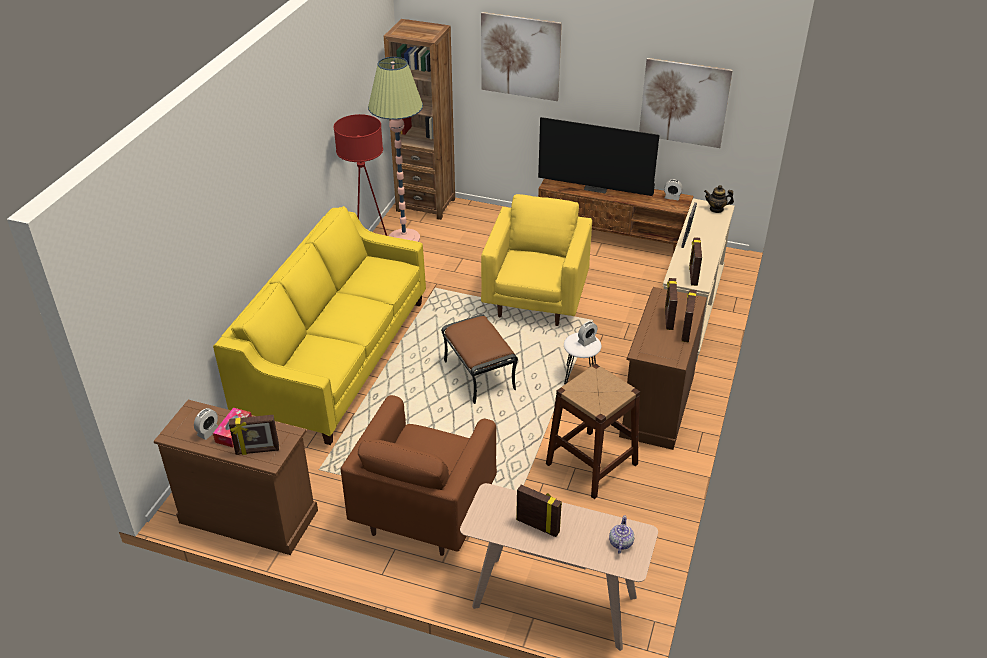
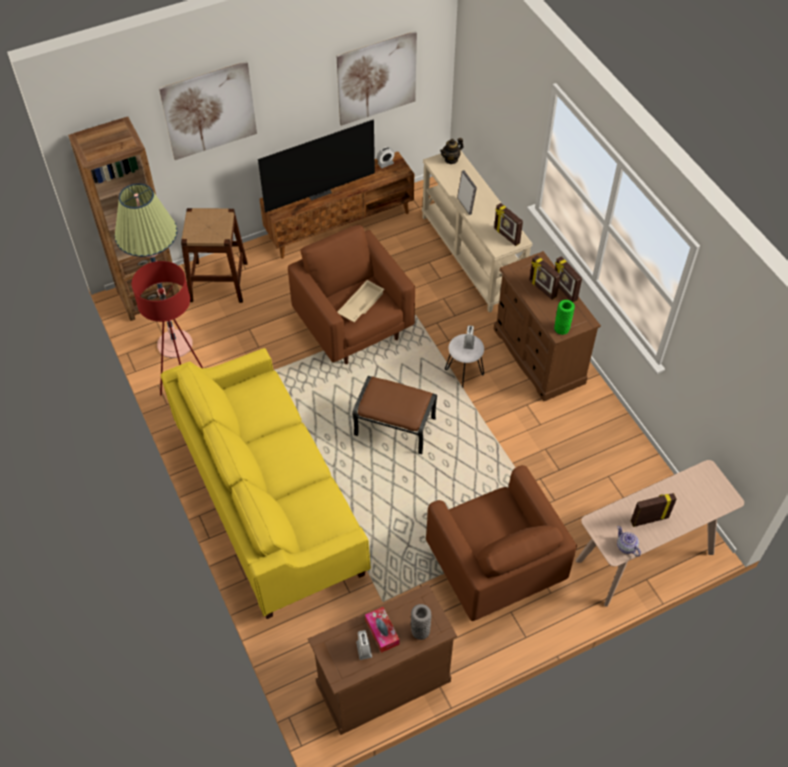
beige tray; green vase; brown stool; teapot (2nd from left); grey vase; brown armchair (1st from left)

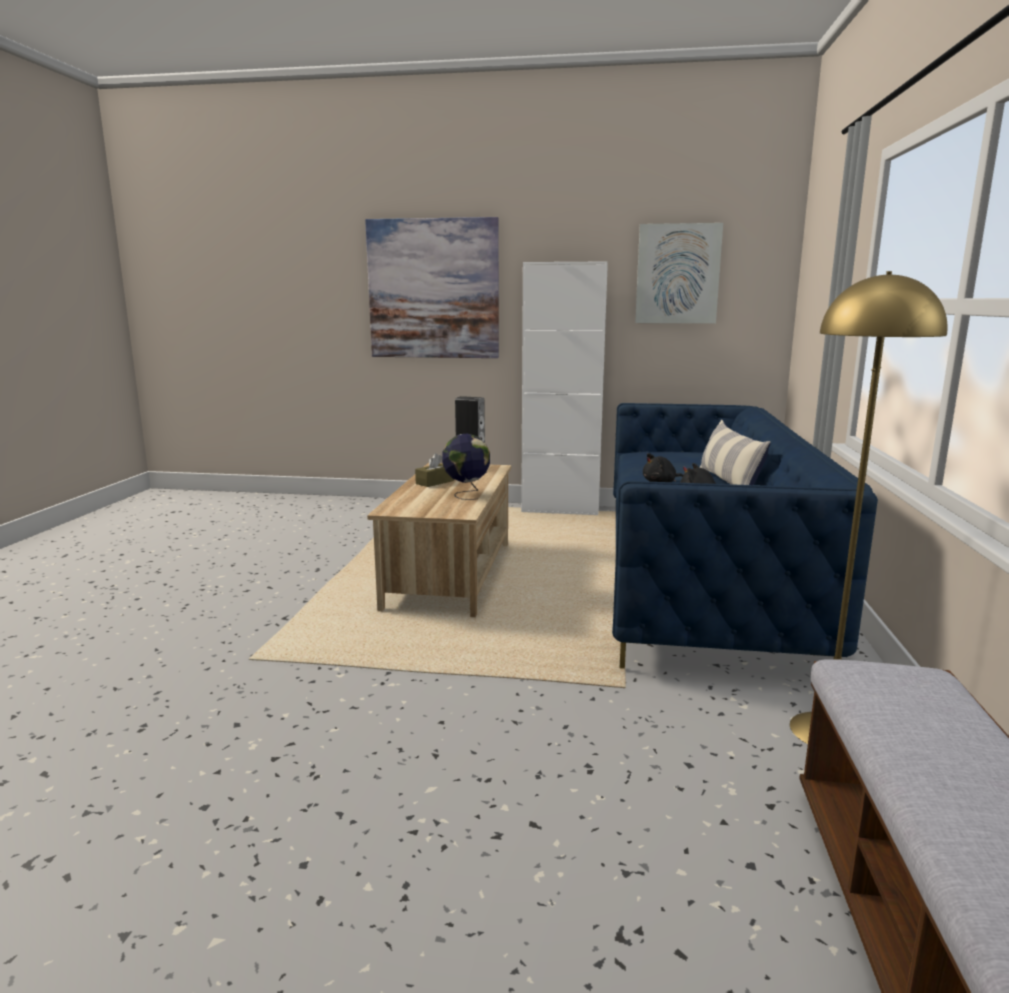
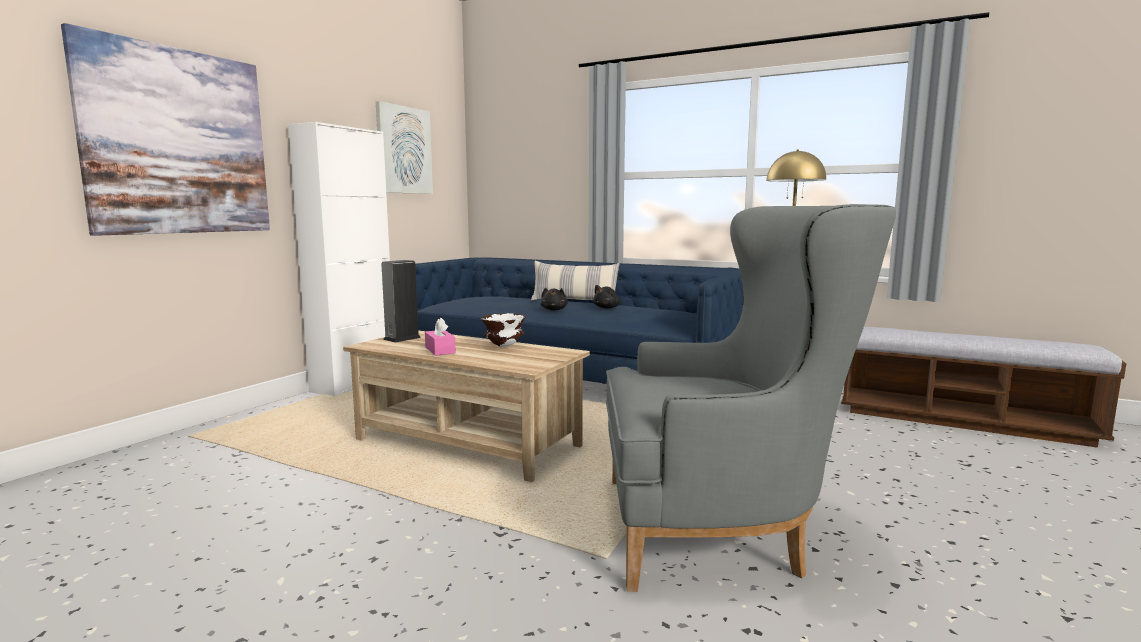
grey armchair; white bowl; pink tissue box

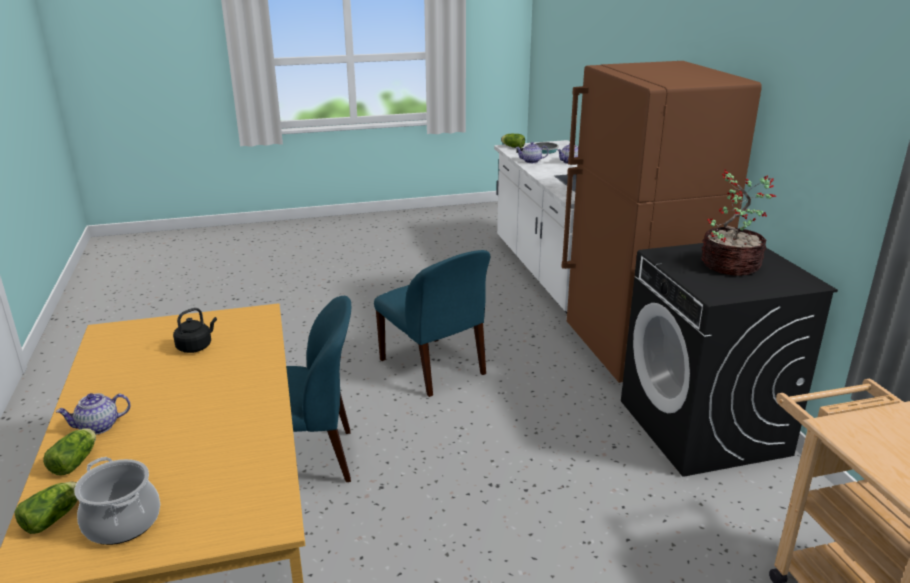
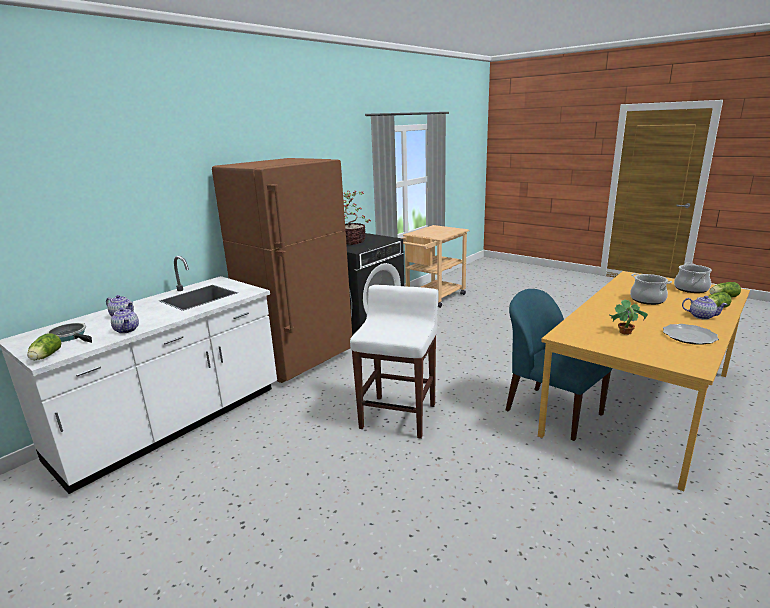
cooking pot (1st from left); plate; potted plant (2nd from left); white stool

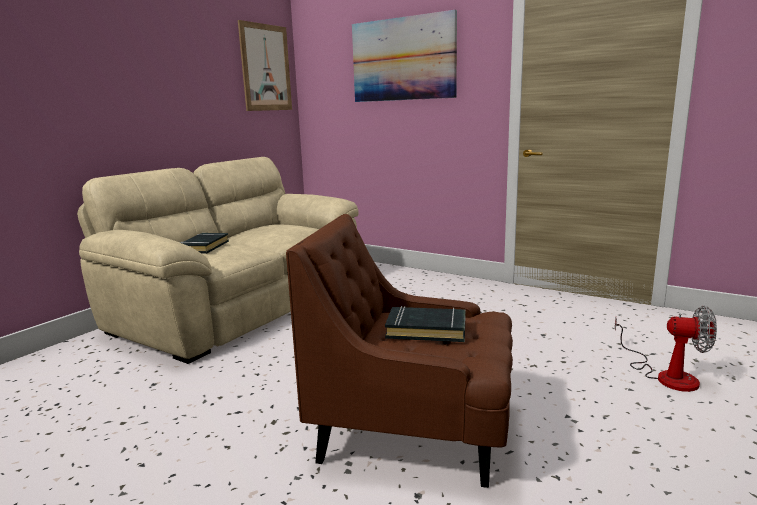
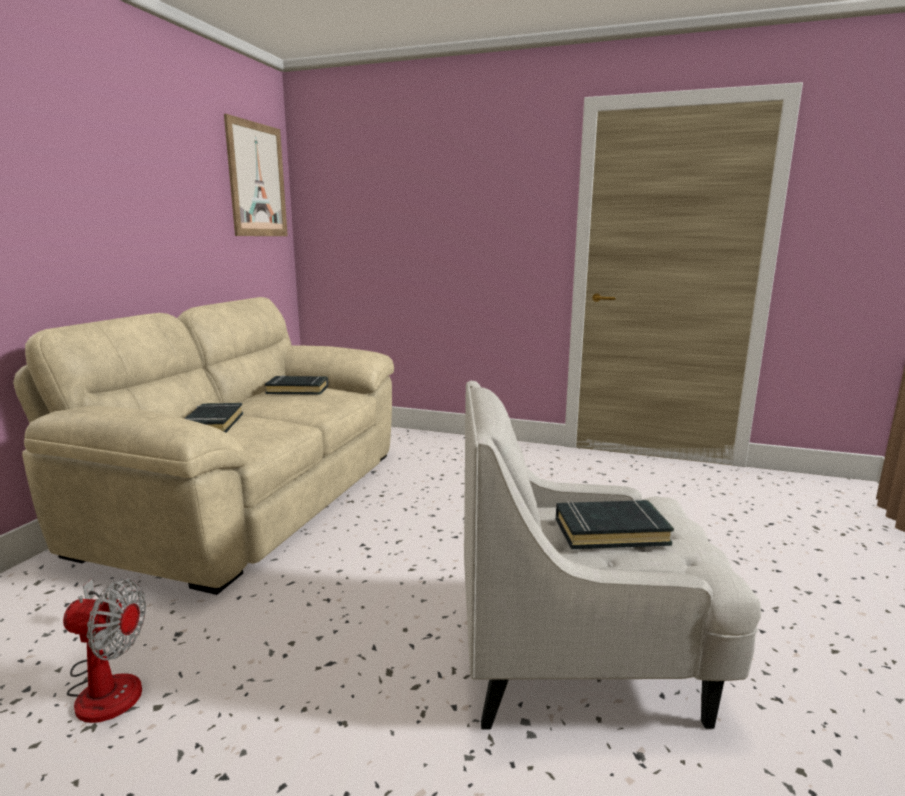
picture (2nd from left in the first image); black book (2nd from left); fan; white armchair

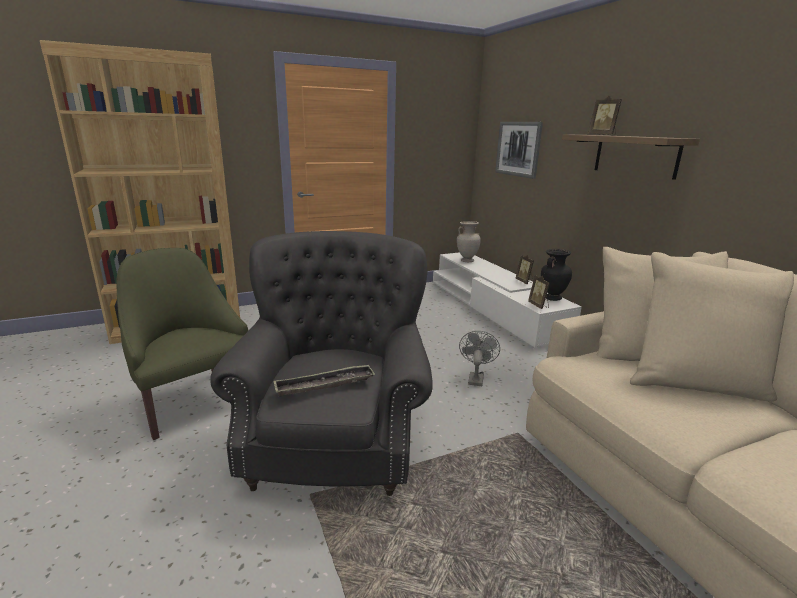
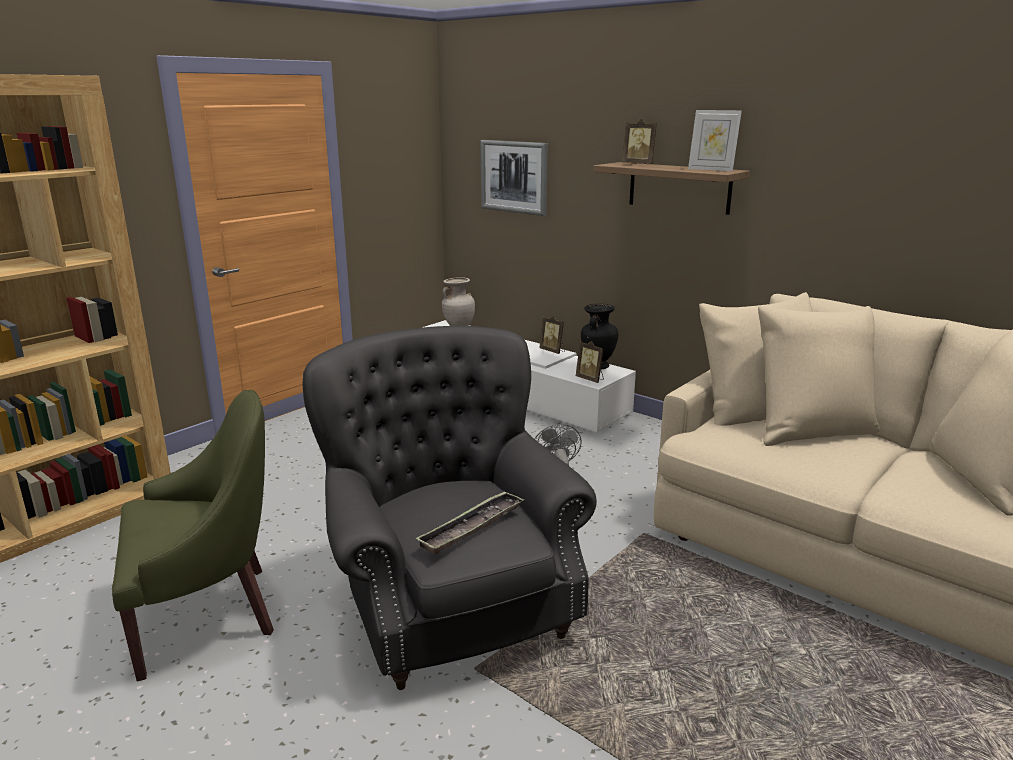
picture frame (4th from left); green armchair

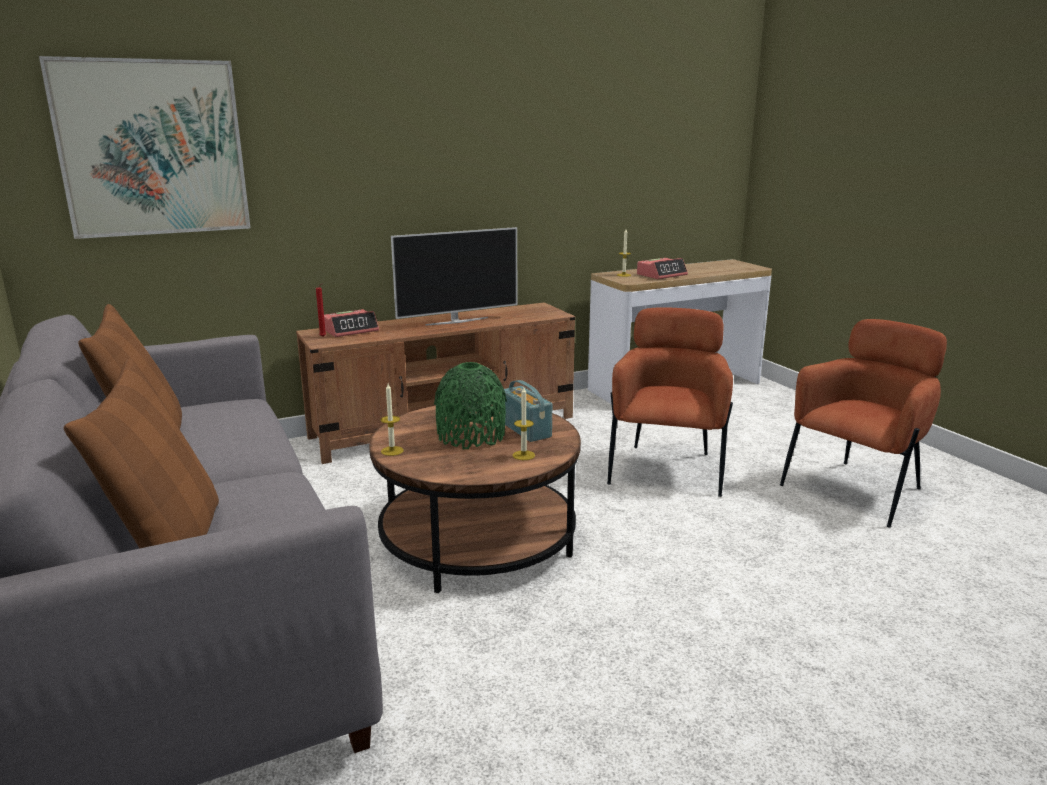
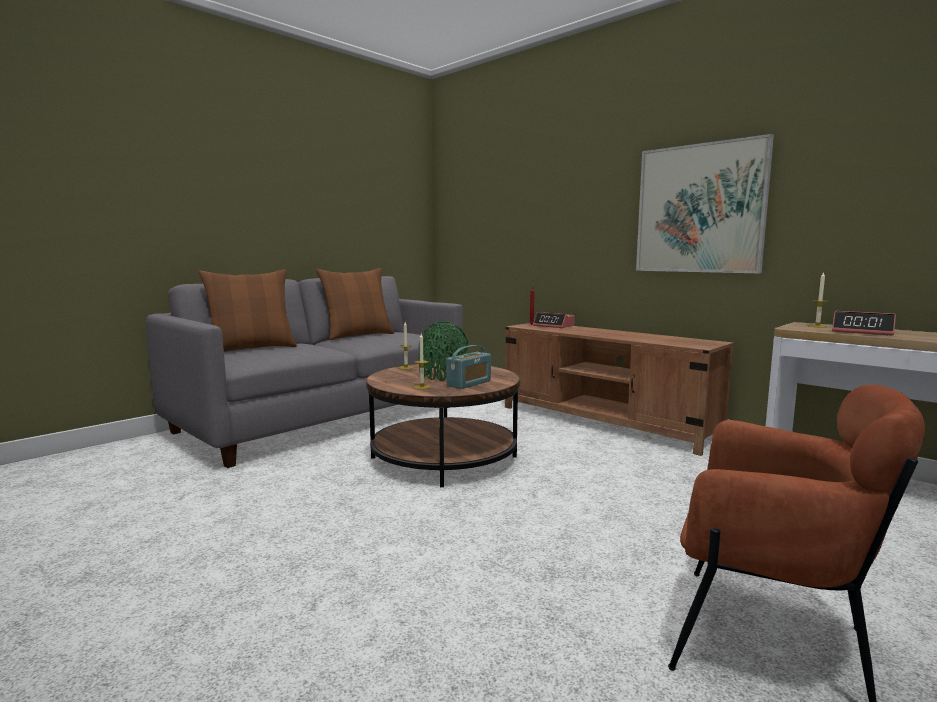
television; brown armchair (1st from left in the first image); picture

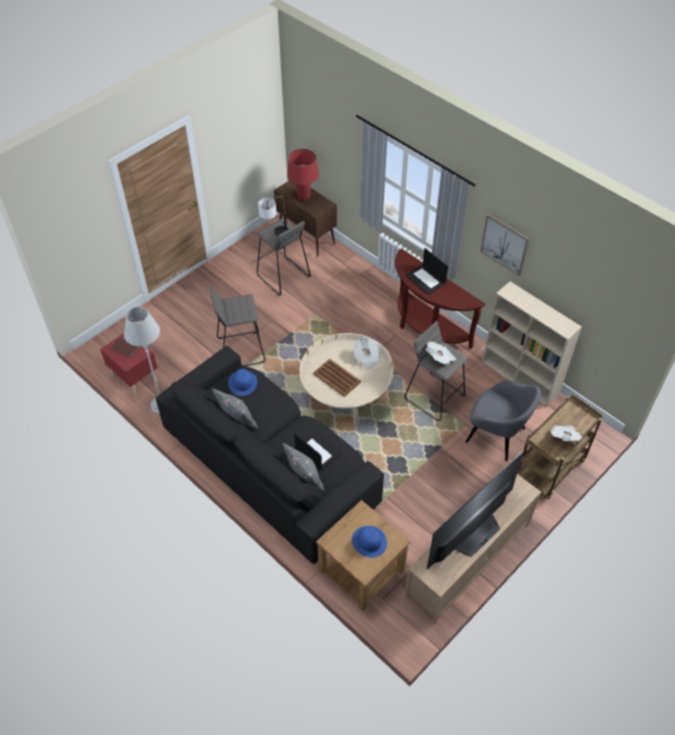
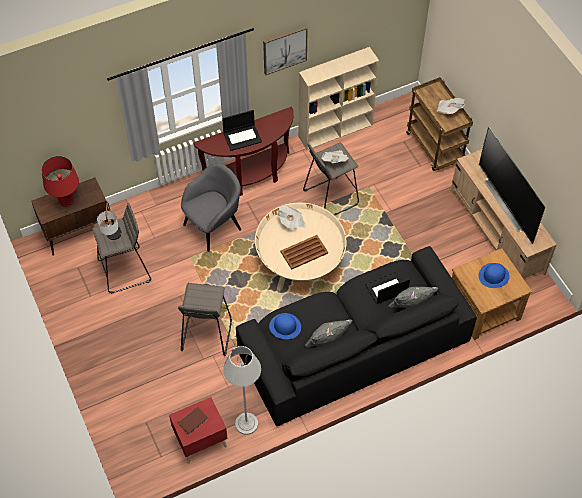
grey armchair

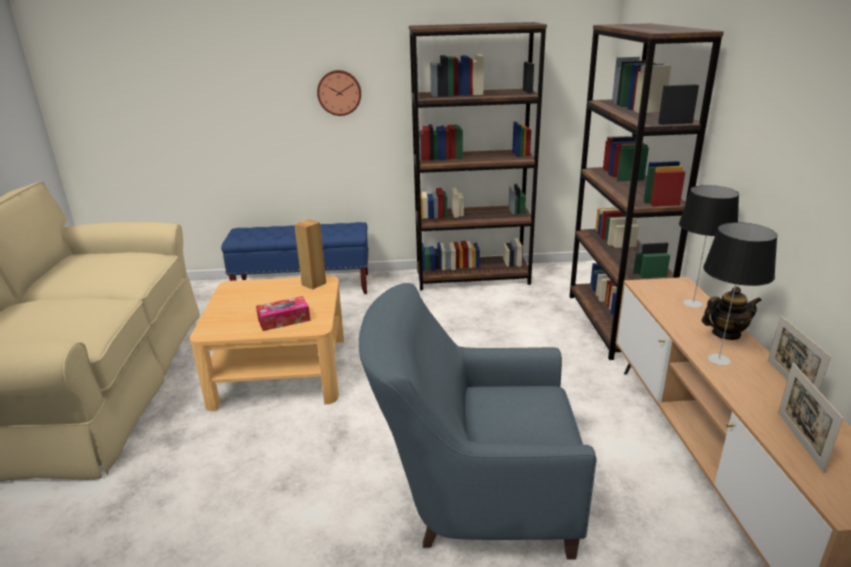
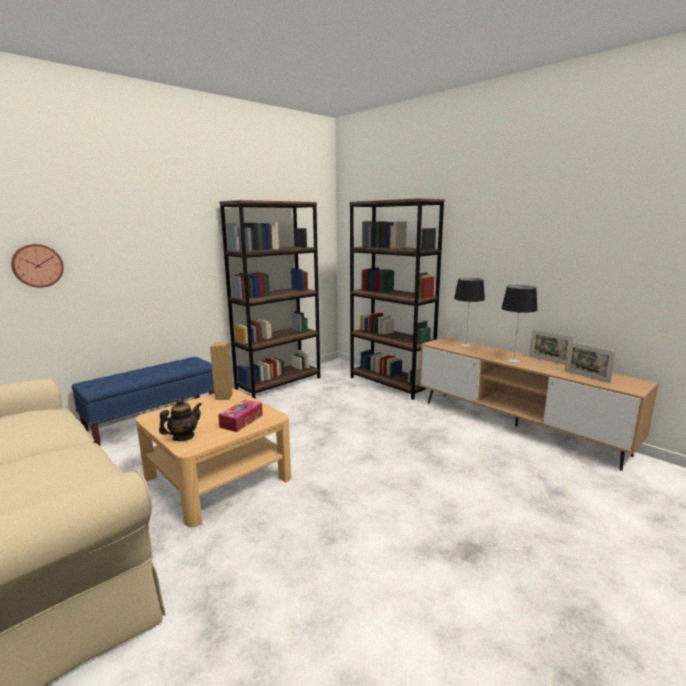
blue armchair; wall clock; teapot

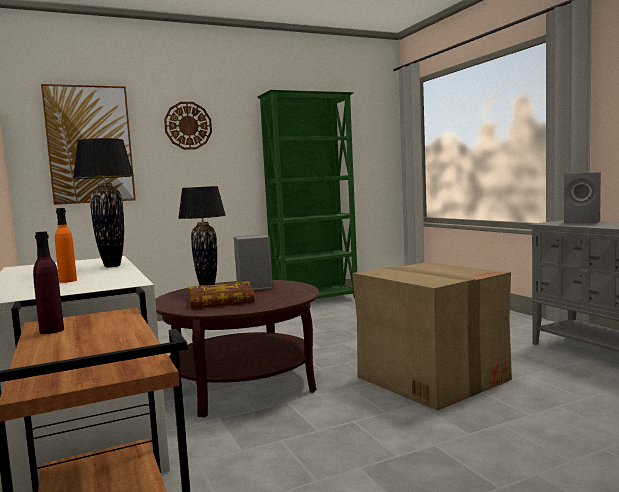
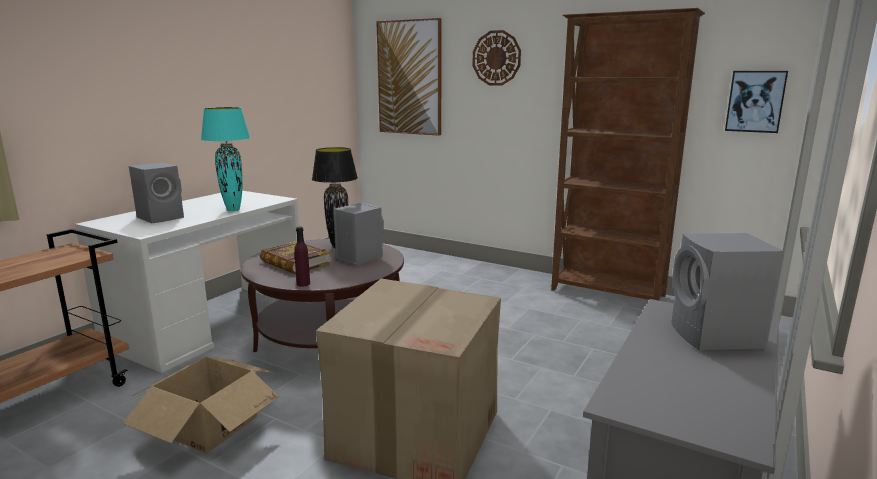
cardboard box (1st from left); picture (2nd from left); purple bottle; grey speaker (1st from left); turquoise table lamp; brown bookcase

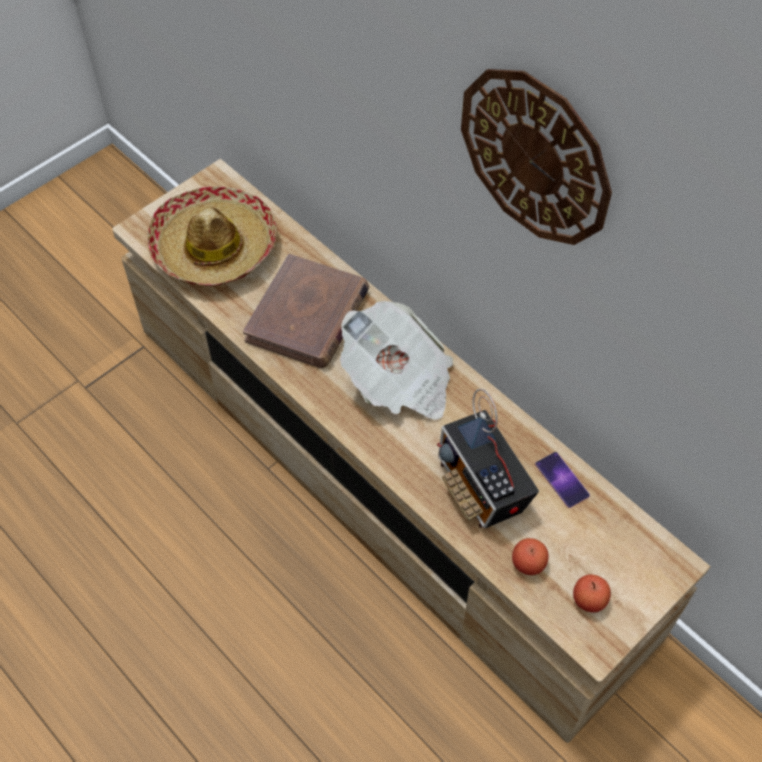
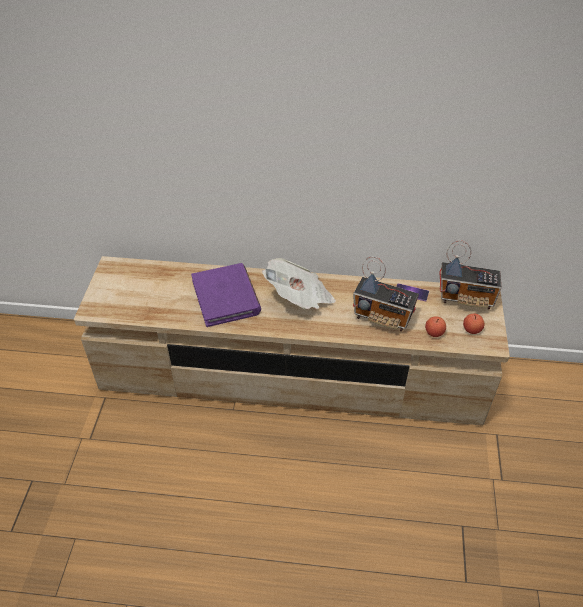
hat; wall clock; radio (2nd from left); purple book

